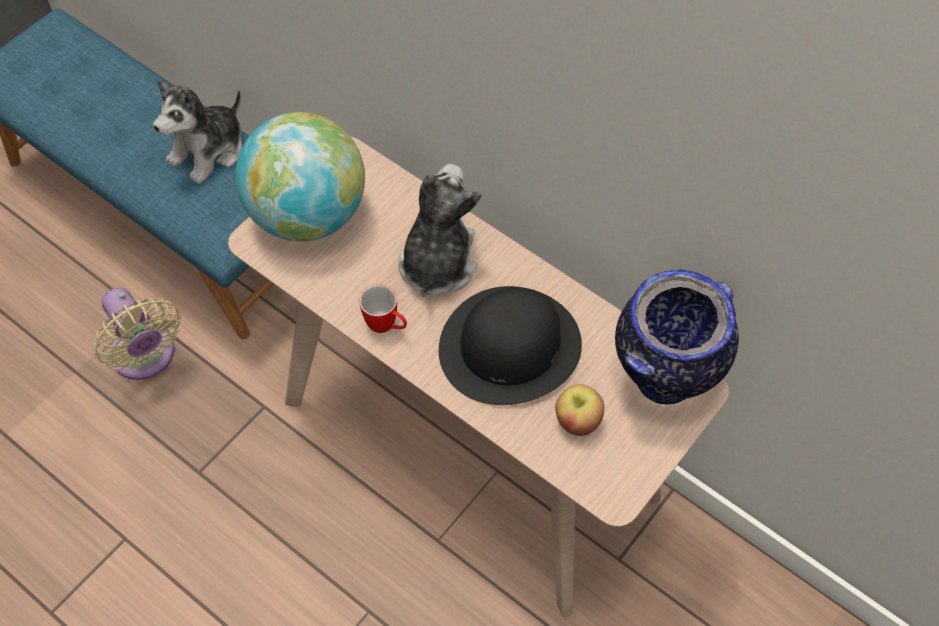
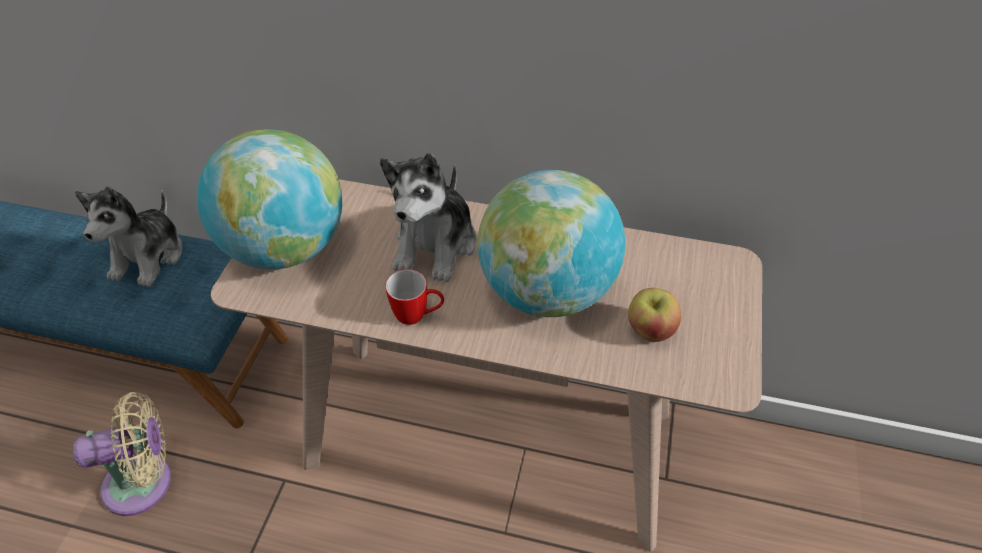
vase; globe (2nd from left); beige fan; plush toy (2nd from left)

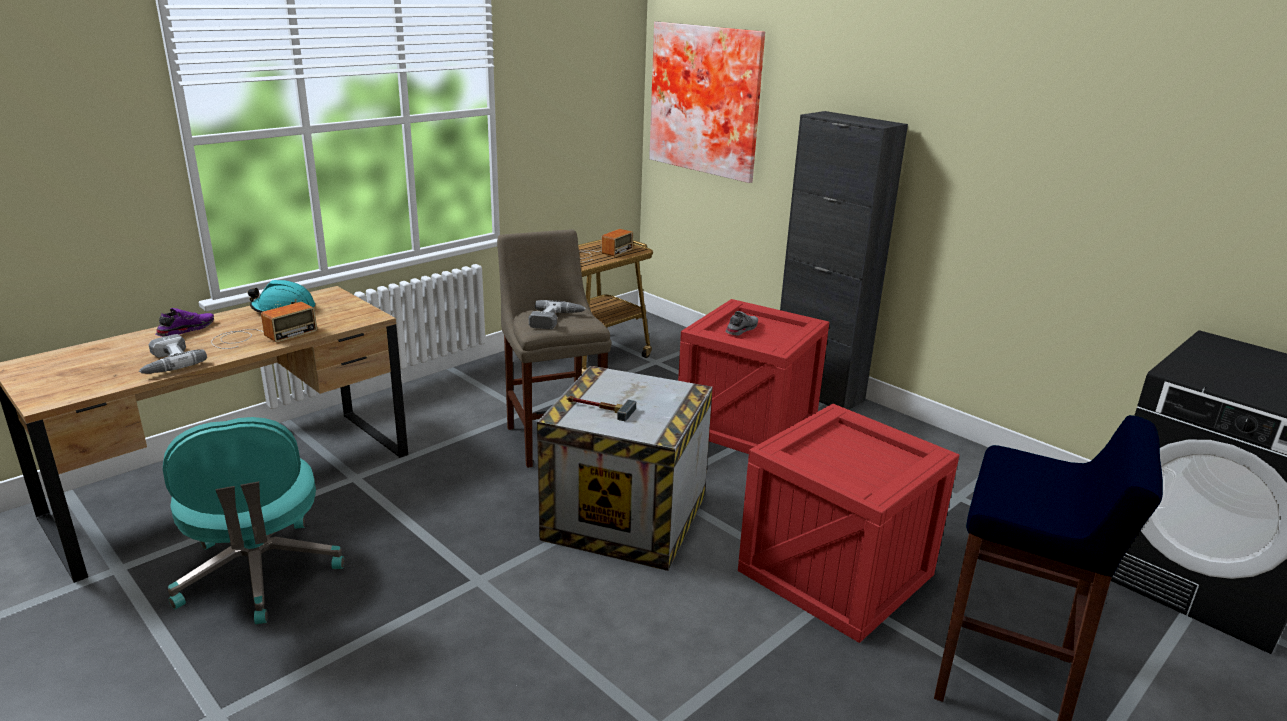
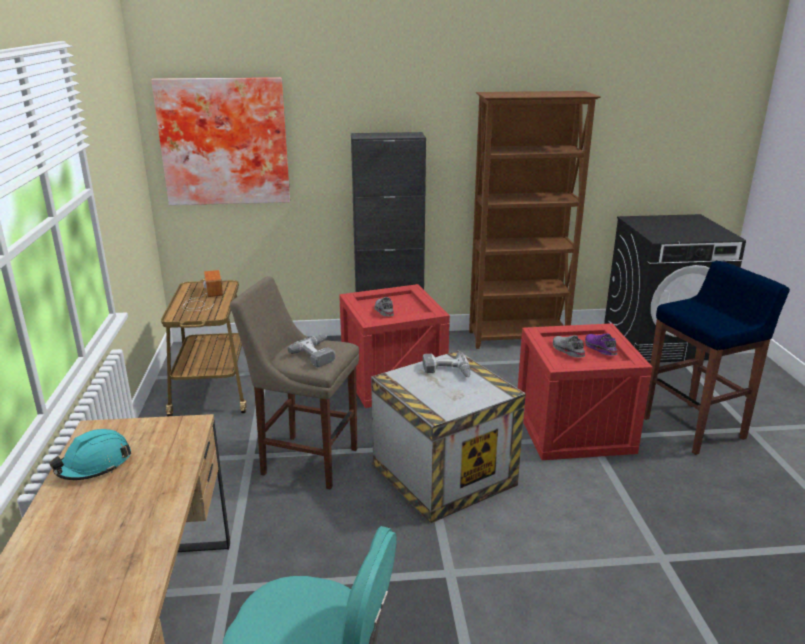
radio (1st from left in the first image); hammer; brown bookcase; grey shoe (2nd from left); power drill (2nd from left); purple shoe

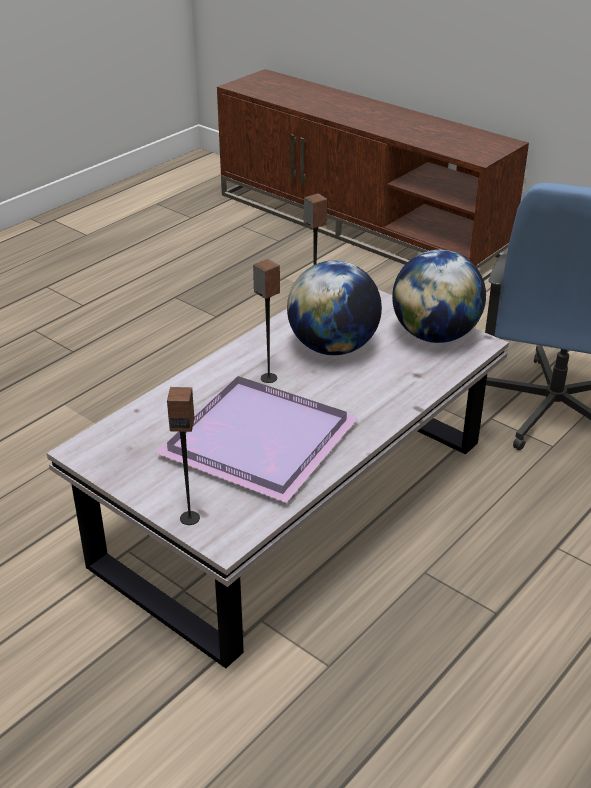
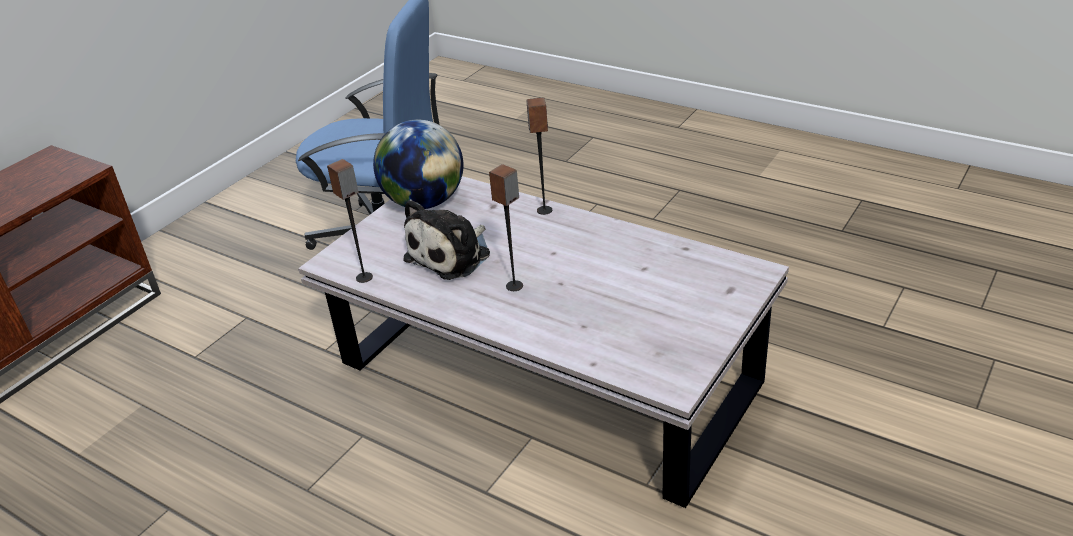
purple tray; speaker (3rd from left); plush toy

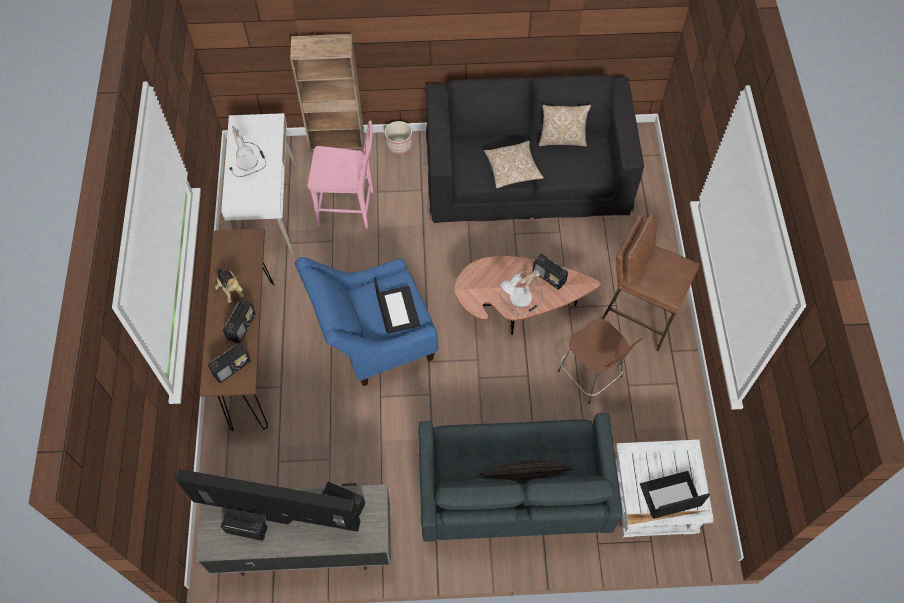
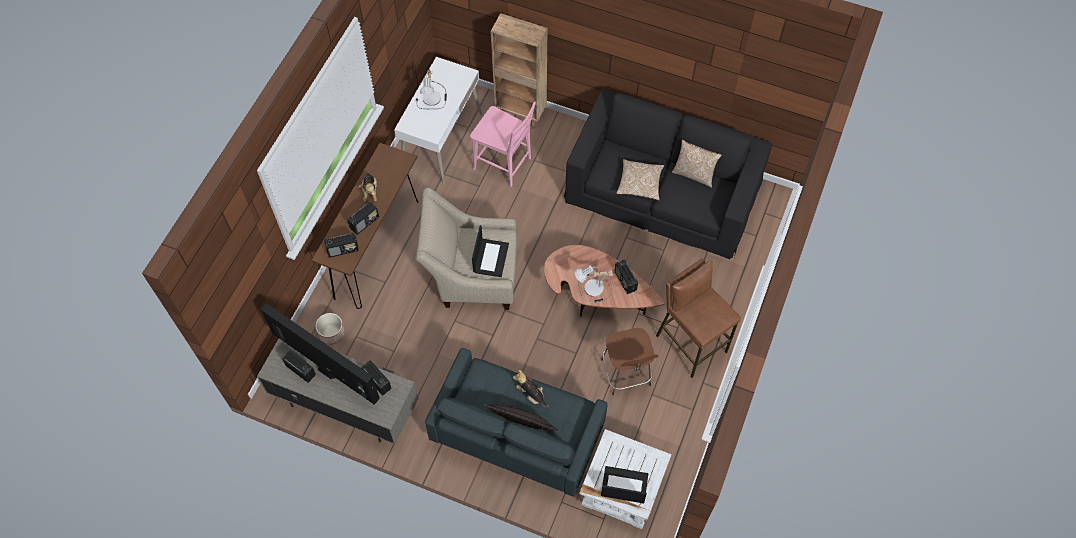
plush toy (2nd from left); planter; beige armchair

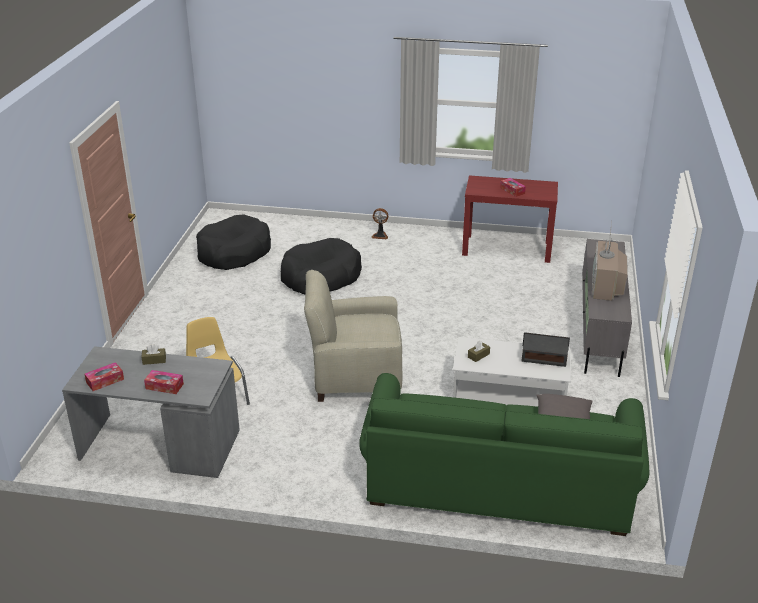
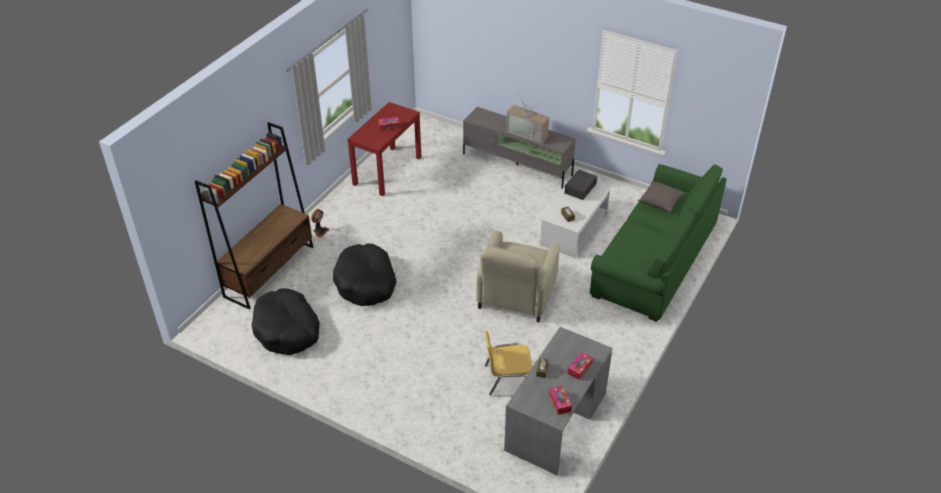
brown bookcase

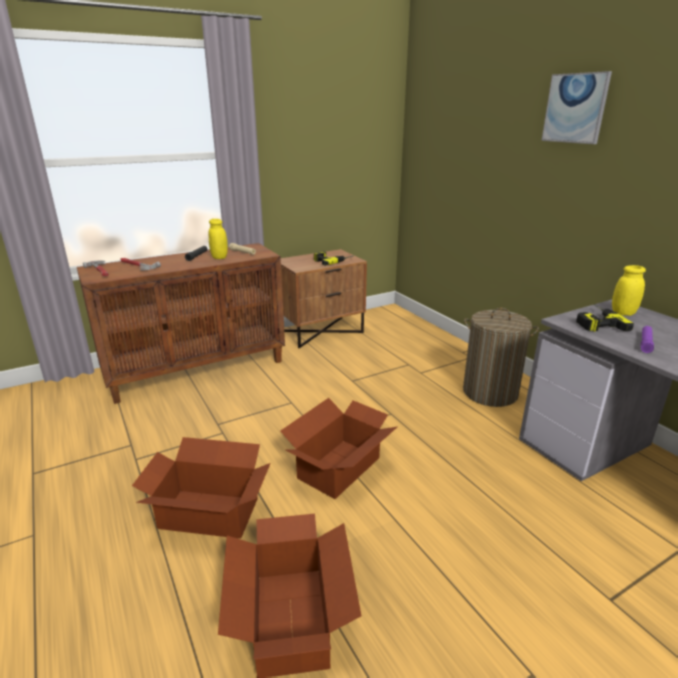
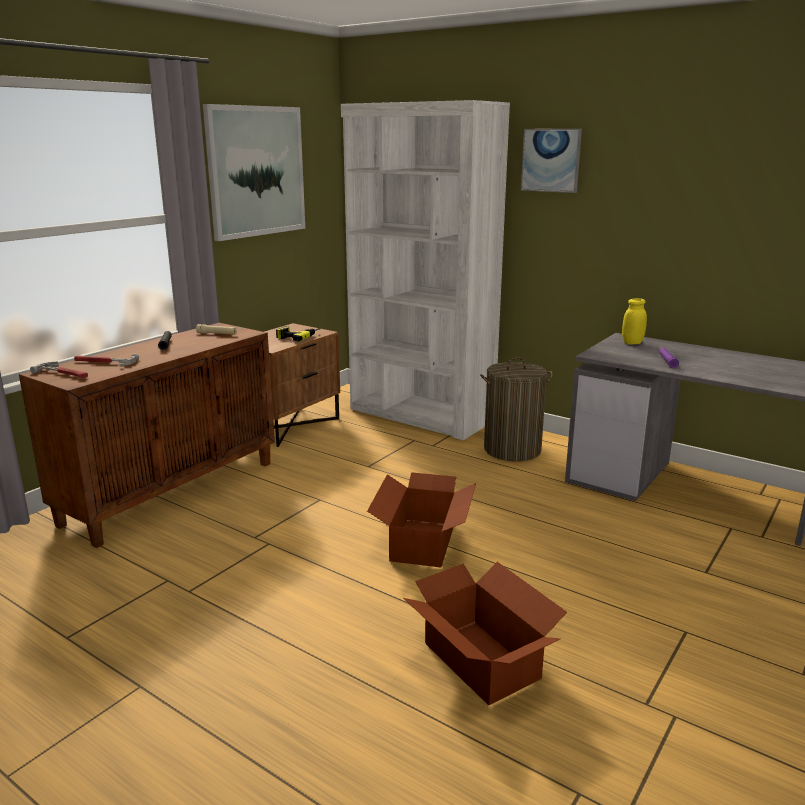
cardboard box (1st from left in the first image); yellow jar (1st from left in the first image); power drill (2nd from left in the first image); picture (1st from left); white bookcase

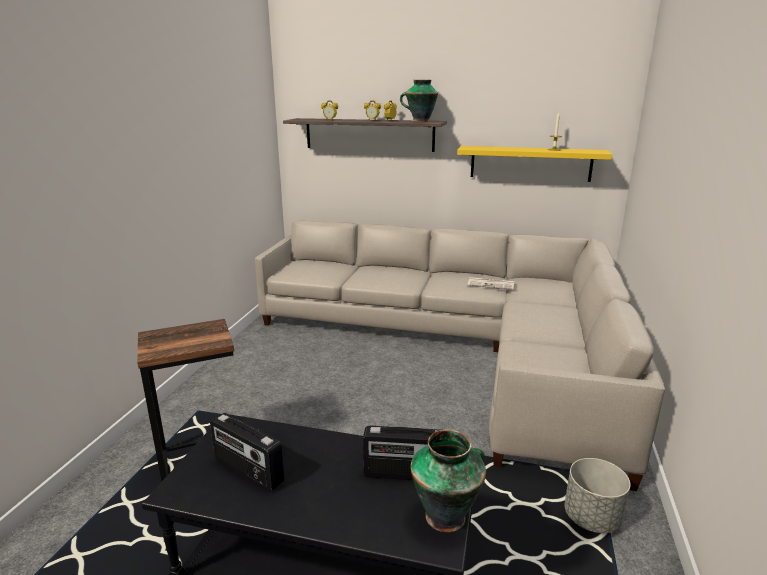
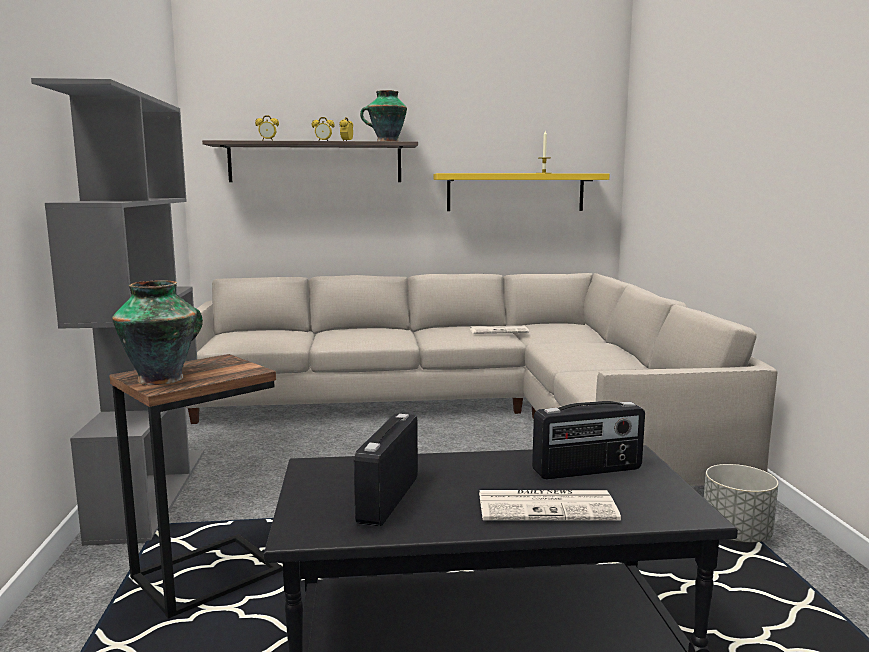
grey bookcase; newspaper (2nd from left); vase (1st from left); radio (1st from left)

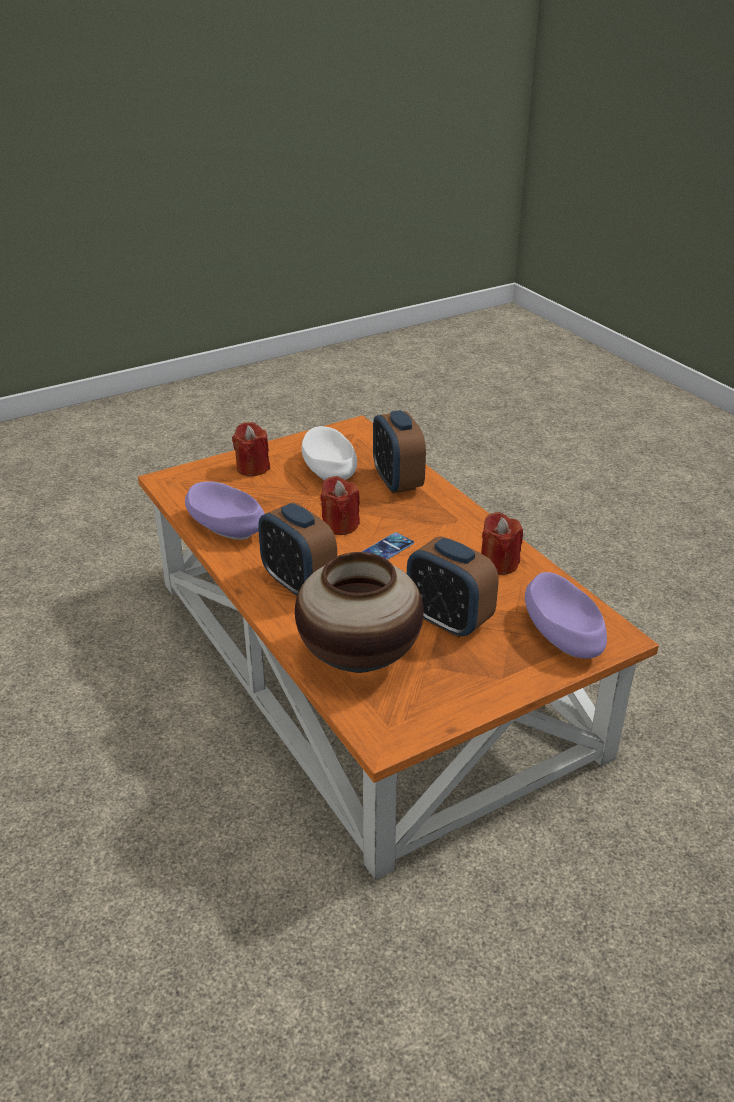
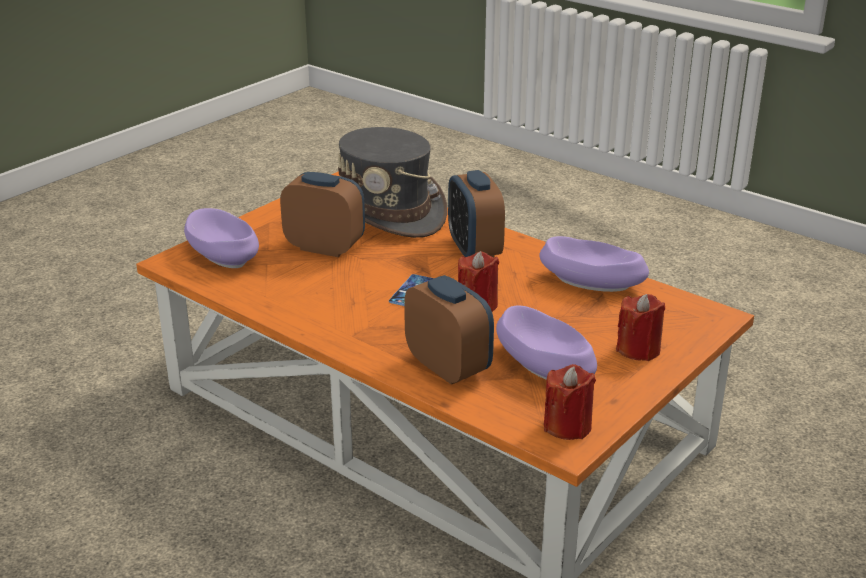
red candle (2nd from left); grey hat; purple bowl (2nd from left); alarm clock (3rd from left)

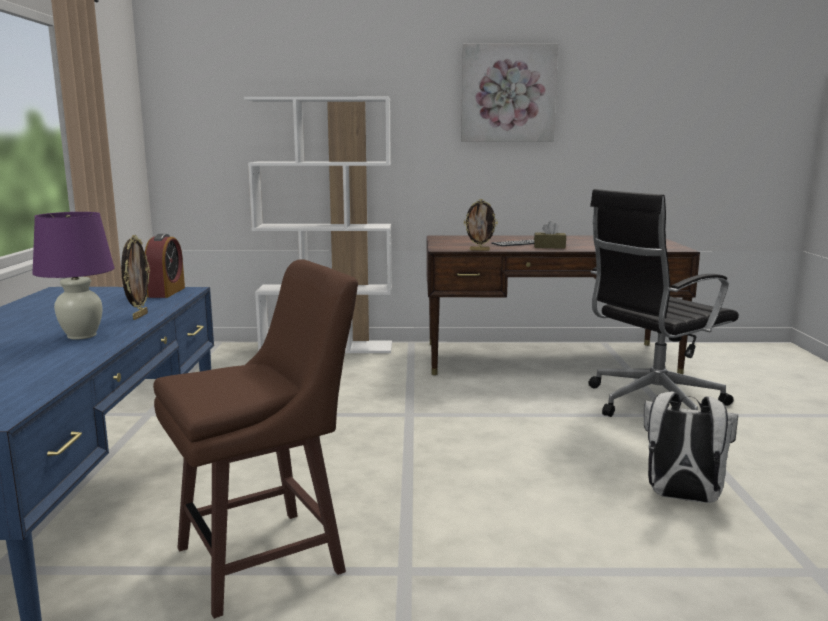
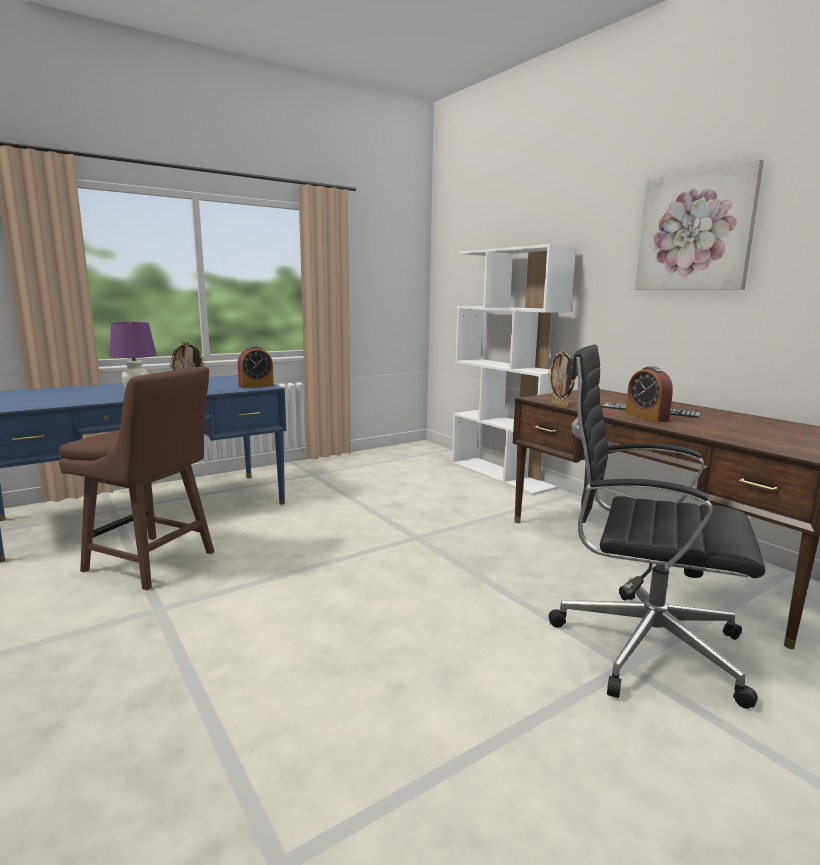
white backpack; alarm clock (2nd from left)

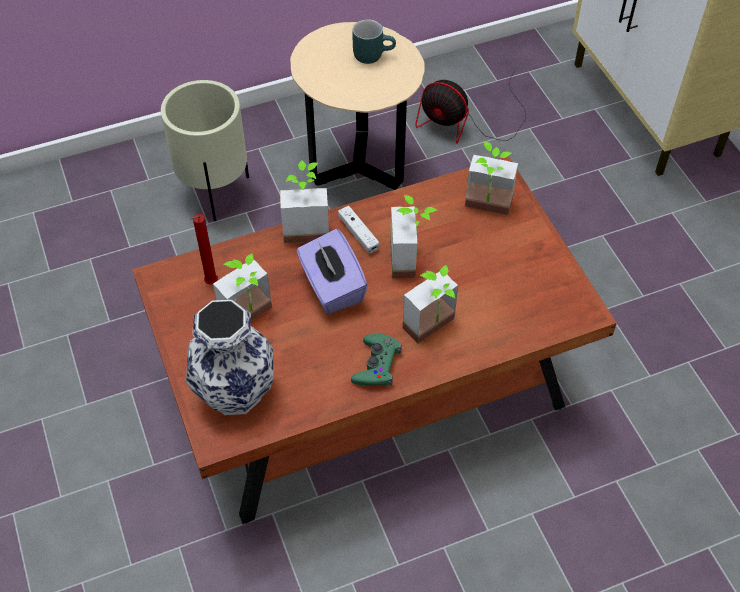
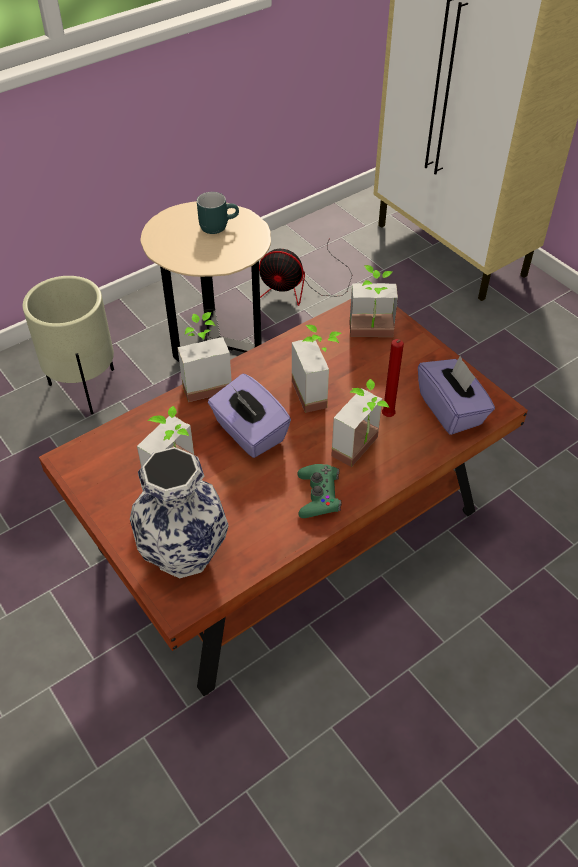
white game controller; purple tissue box (2nd from left); red candle

